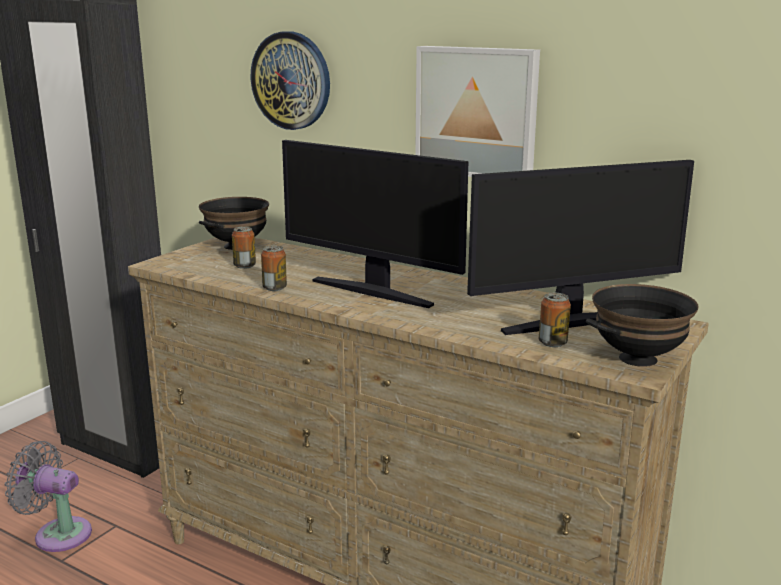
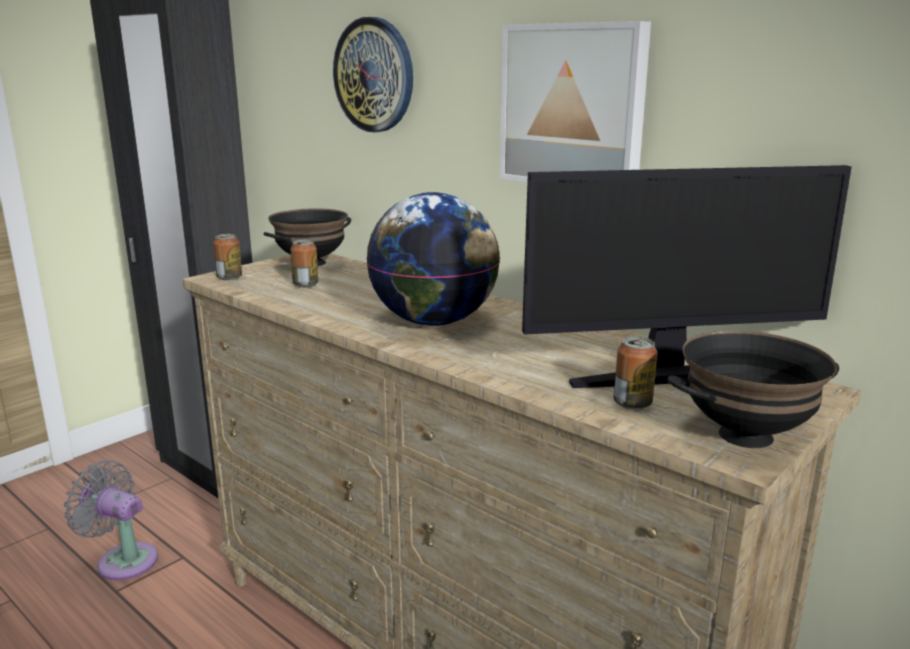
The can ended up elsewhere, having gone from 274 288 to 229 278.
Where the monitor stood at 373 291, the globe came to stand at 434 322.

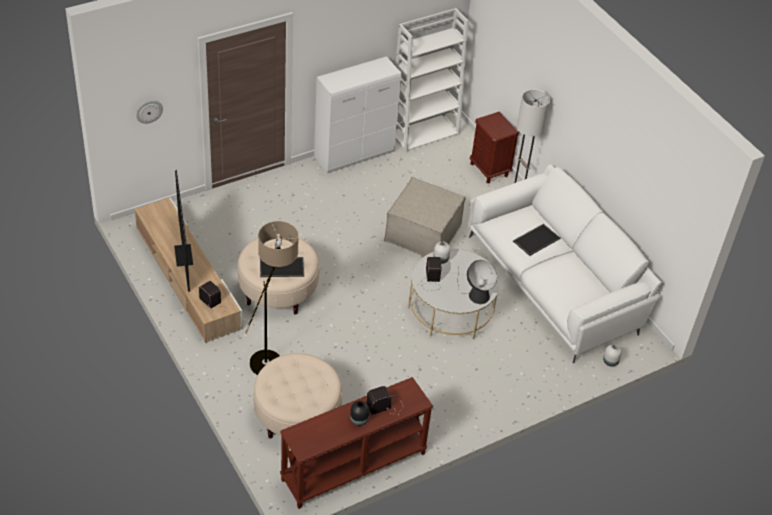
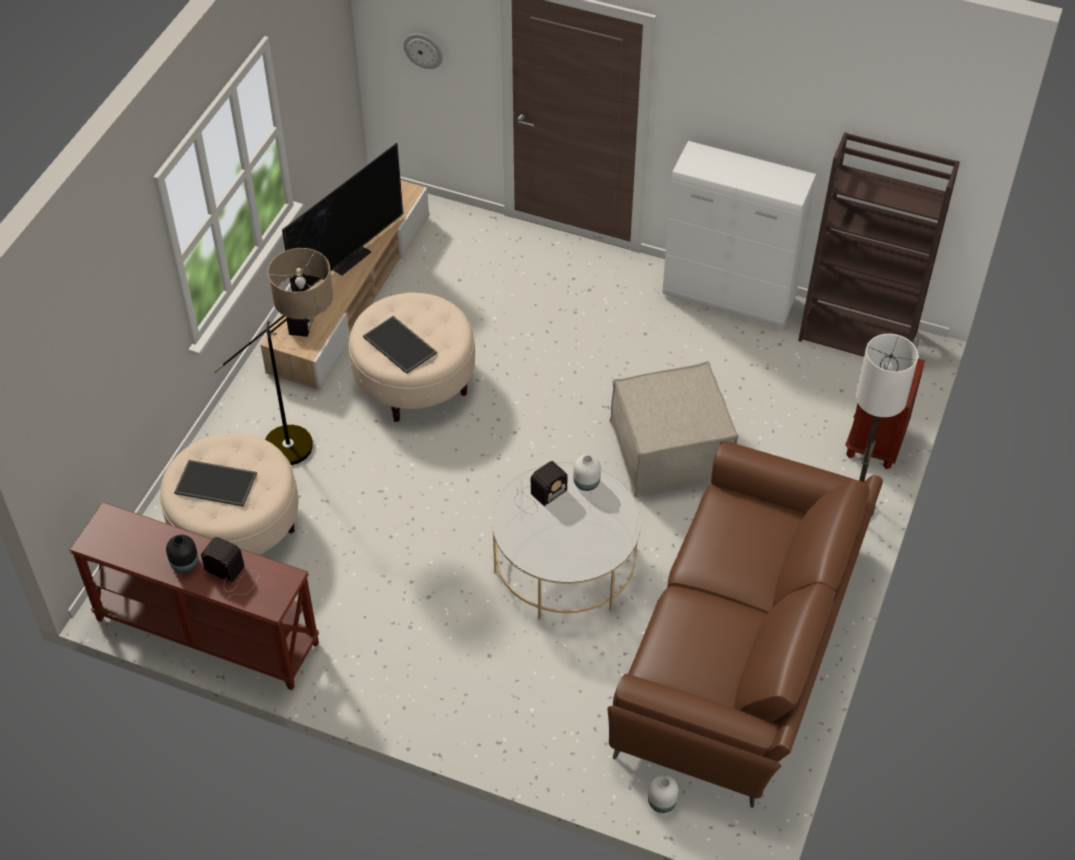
What was the white bookcase at 425 133 turned into the brown bookcase at 859 335.
The second view lost the table lamp at 476 294.
What was the white sofa at 555 284 turned into the brown sofa at 741 647.
The tray ended up elsewhere, having gone from 536 239 to 217 482.

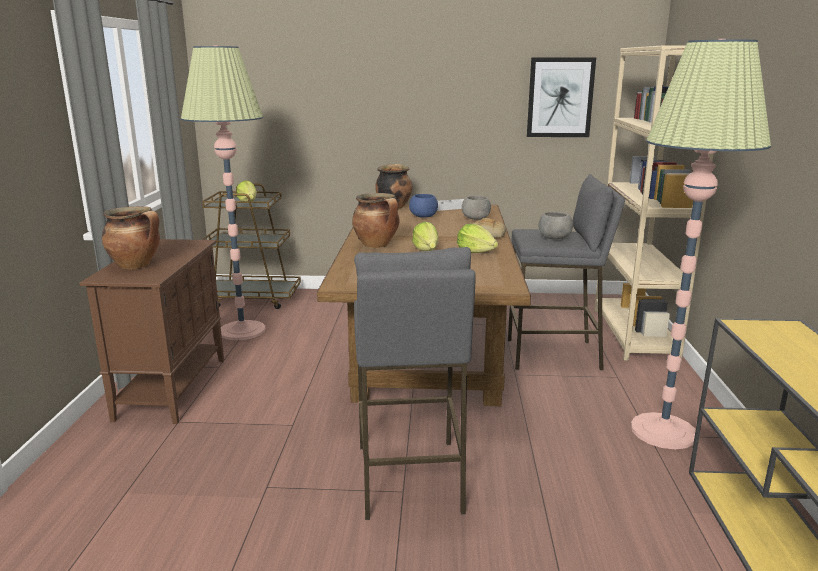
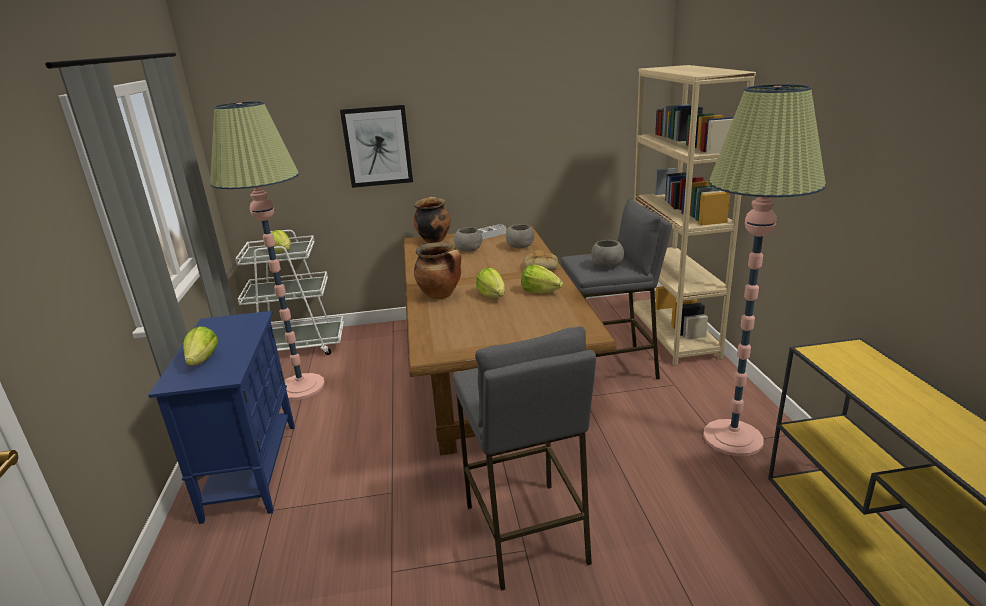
What was the brown cabinet at 172 387 turned into the blue cabinet at 252 469.
Where the cooking pot stood at 137 265, the lettuce came to stand at 203 360.
What was the brown cart at 252 299 turned into the white cart at 298 346.
What was the blue bowl at 423 216 turned into the grey bowl at 468 250.
The picture ended up elsewhere, having gone from 560 97 to 377 146.

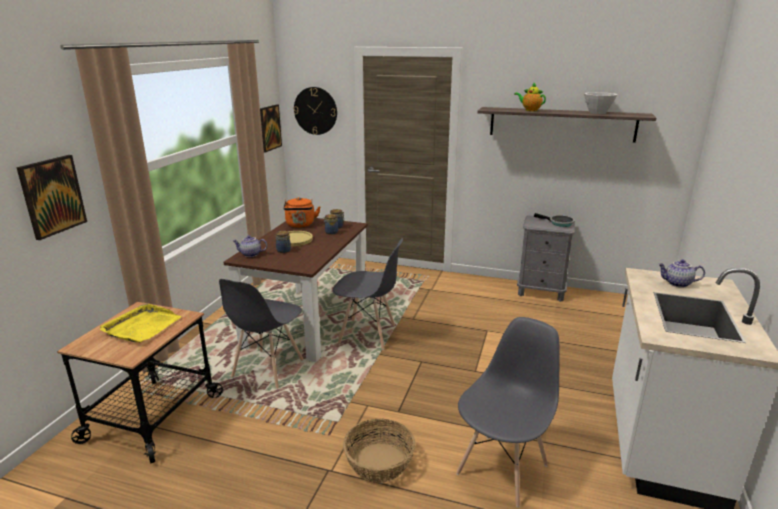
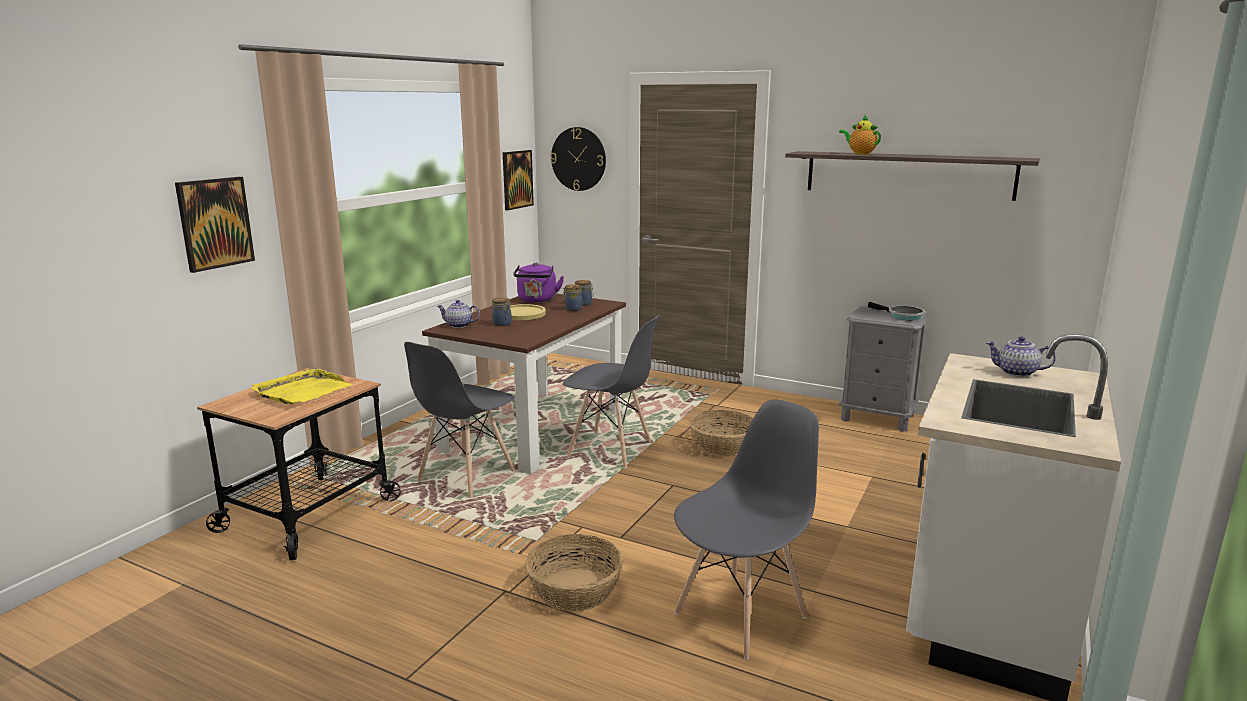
What was the orange kettle at 300 225 turned into the purple kettle at 537 300.
The second view lost the white bowl at 598 113.
The second view gained the basket at 722 445.

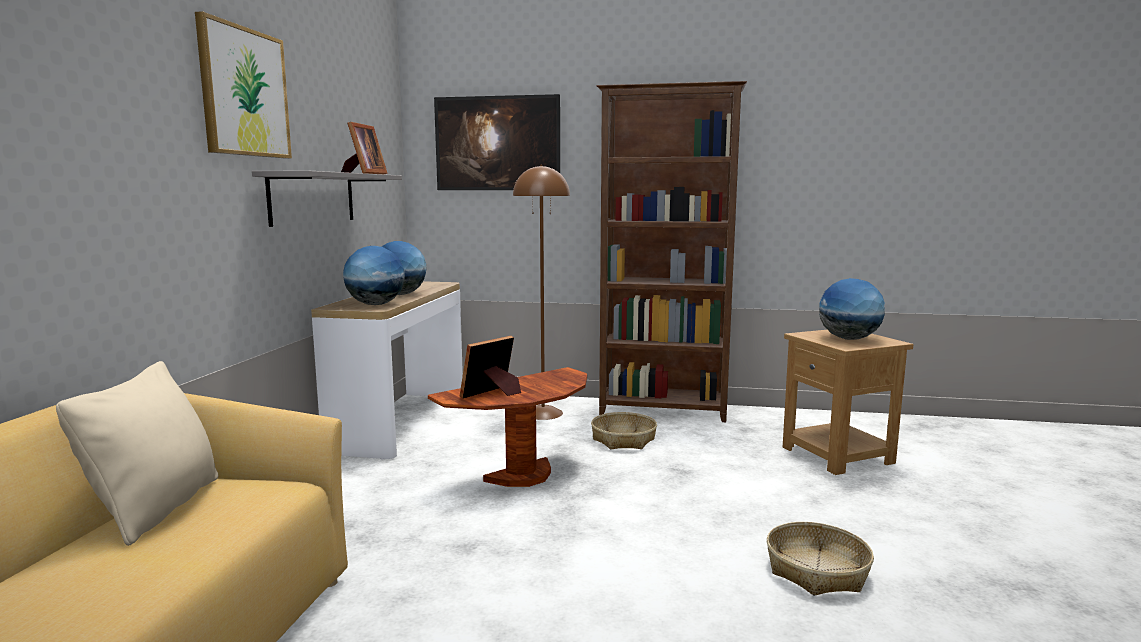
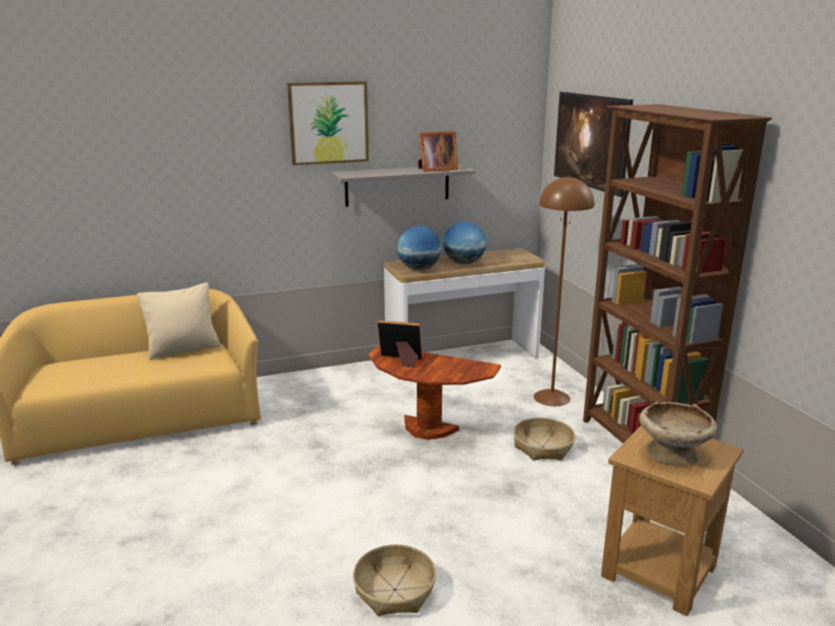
Where the globe stood at 849 339, the beige bowl came to stand at 672 454.

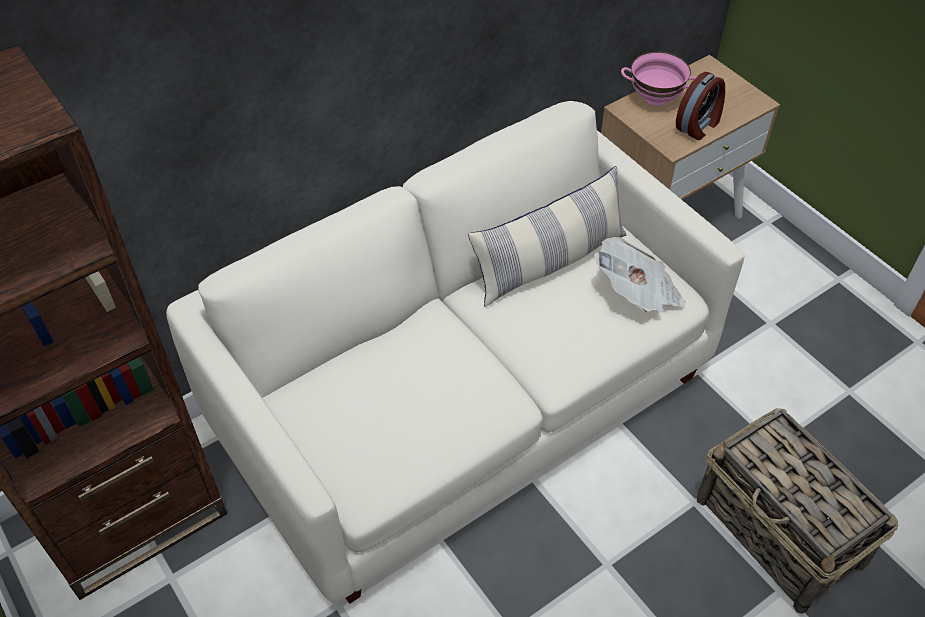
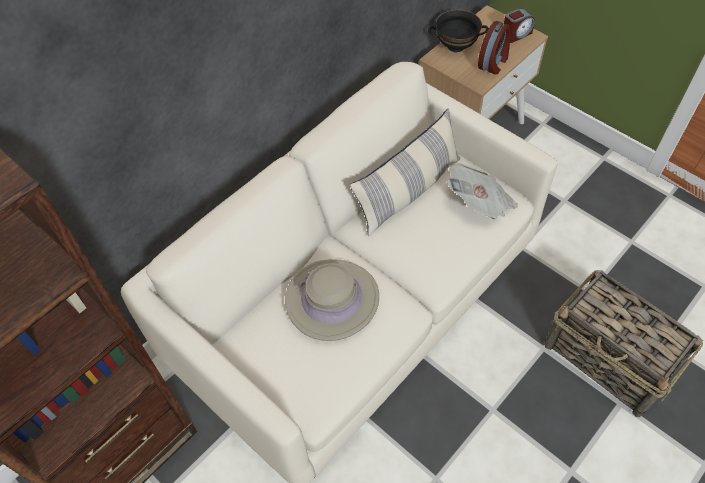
What was the pink bowl at 655 99 turned into the black bowl at 455 47.
The second view gained the beige hat at 332 299.
The second view gained the alarm clock at 516 34.

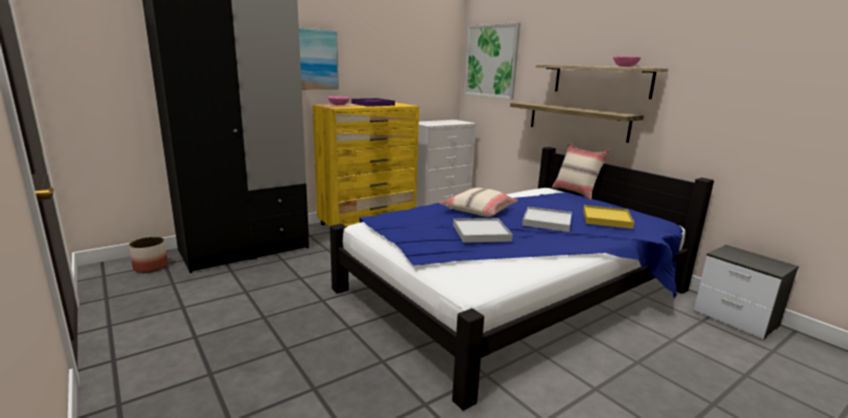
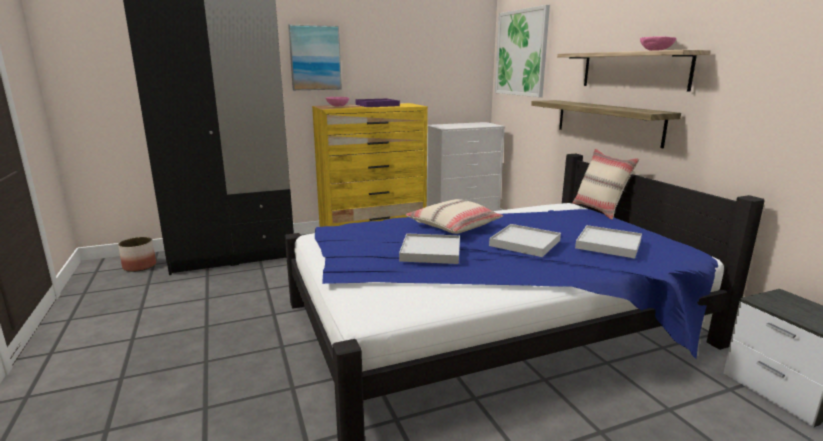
What was the yellow tray at 606 219 turned into the white tray at 608 244.

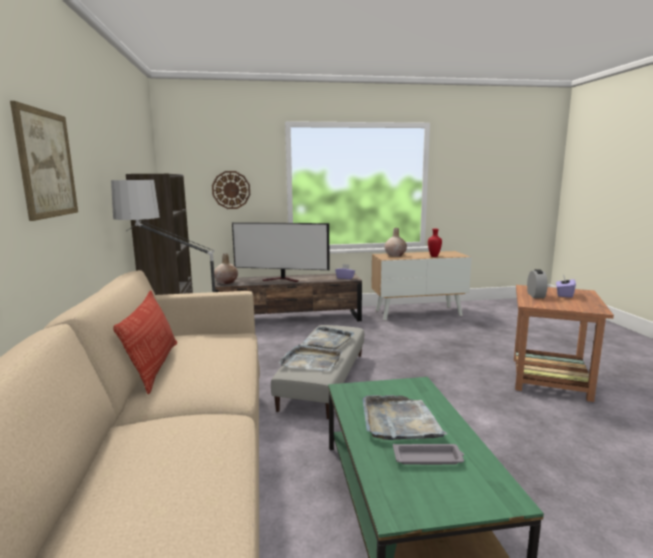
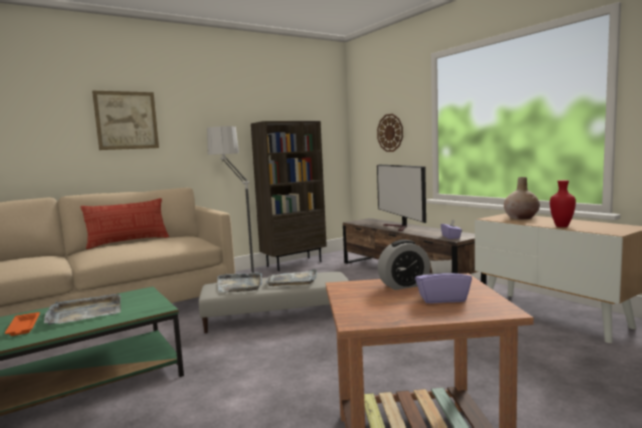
The second view lost the beige vase at 226 282.
What was the grey tray at 428 458 turned into the orange tray at 23 327.

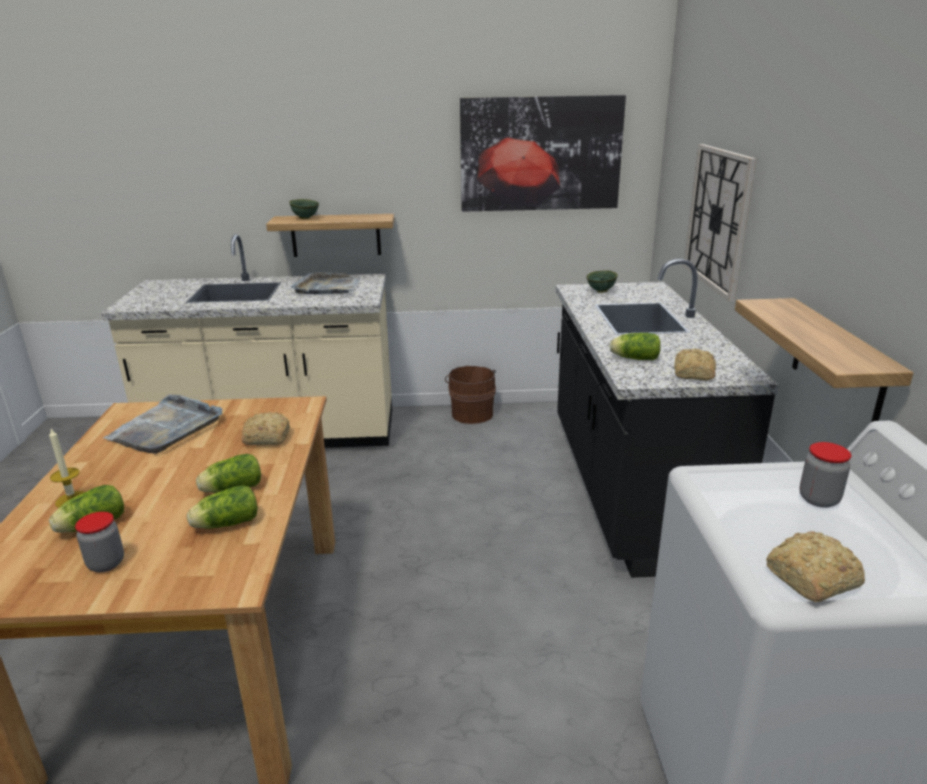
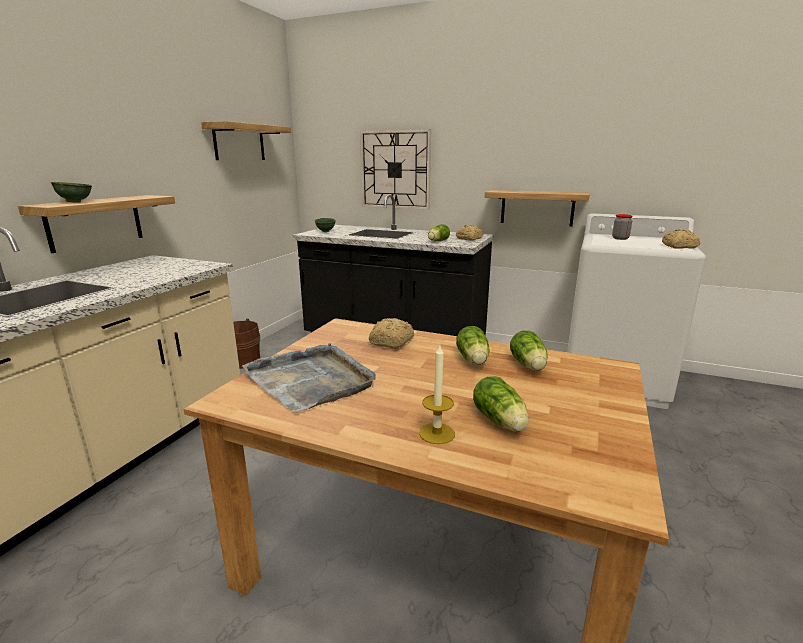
The second view lost the jar at 106 563.
The second view lost the grey tray at 328 287.
Where the picture hung at 540 154, the shelf came to hang at 239 142.

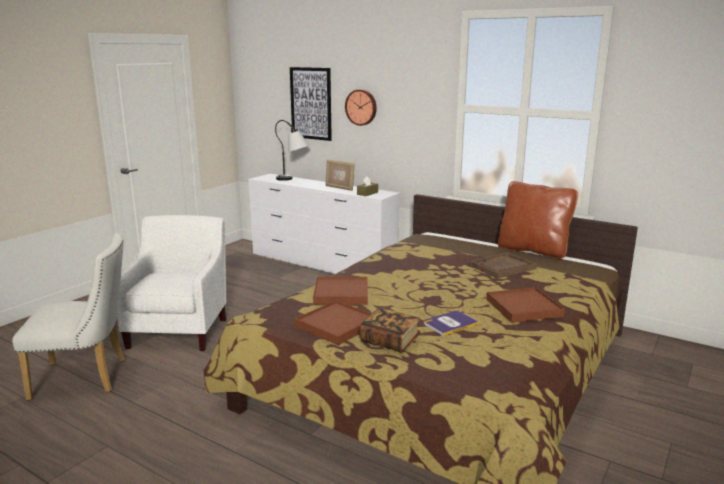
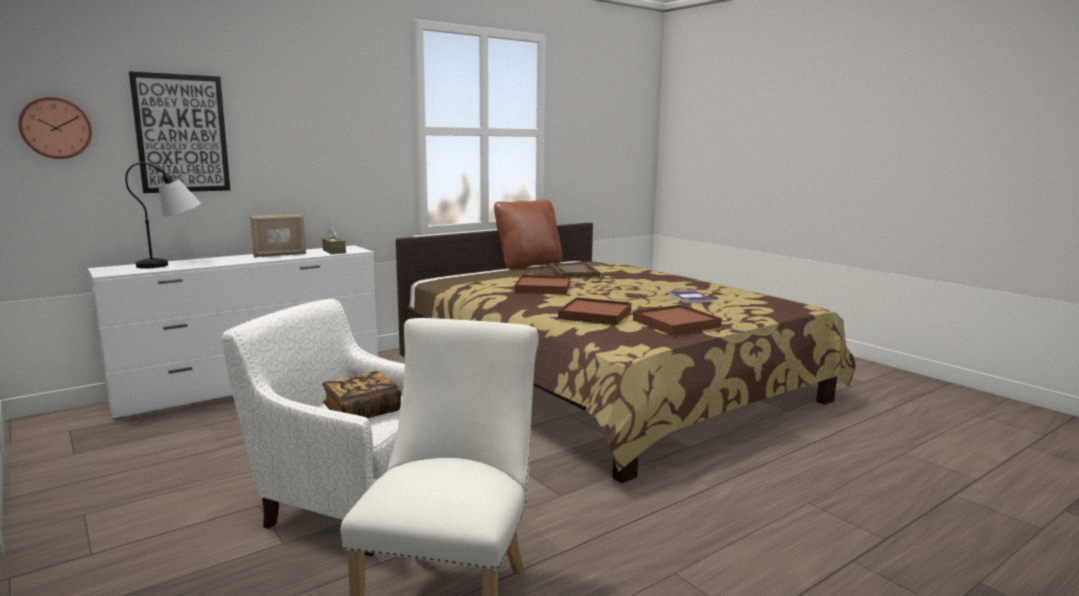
The wall clock ended up elsewhere, having gone from 361 107 to 55 128.
The book ended up elsewhere, having gone from 390 341 to 362 412.
The brown tray ended up elsewhere, having gone from 524 308 to 543 288.

